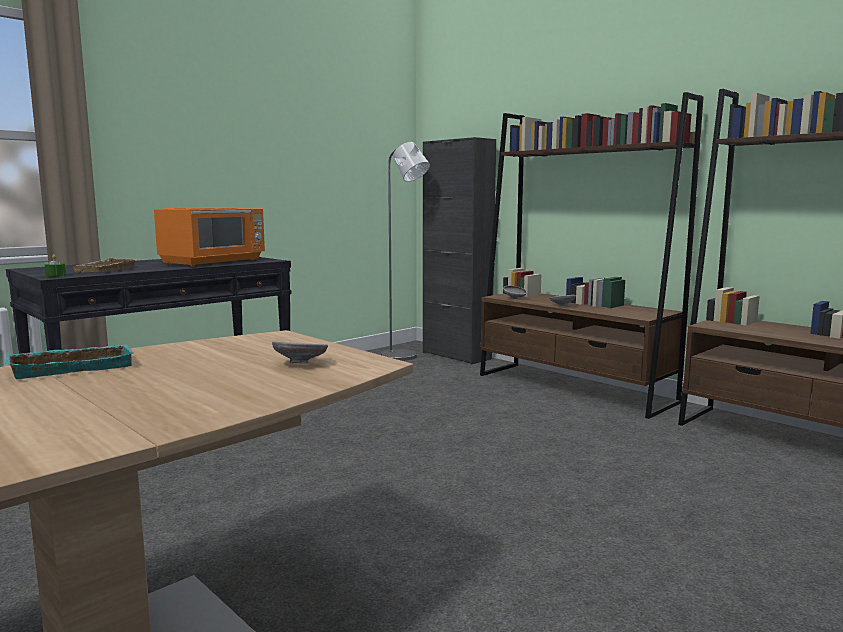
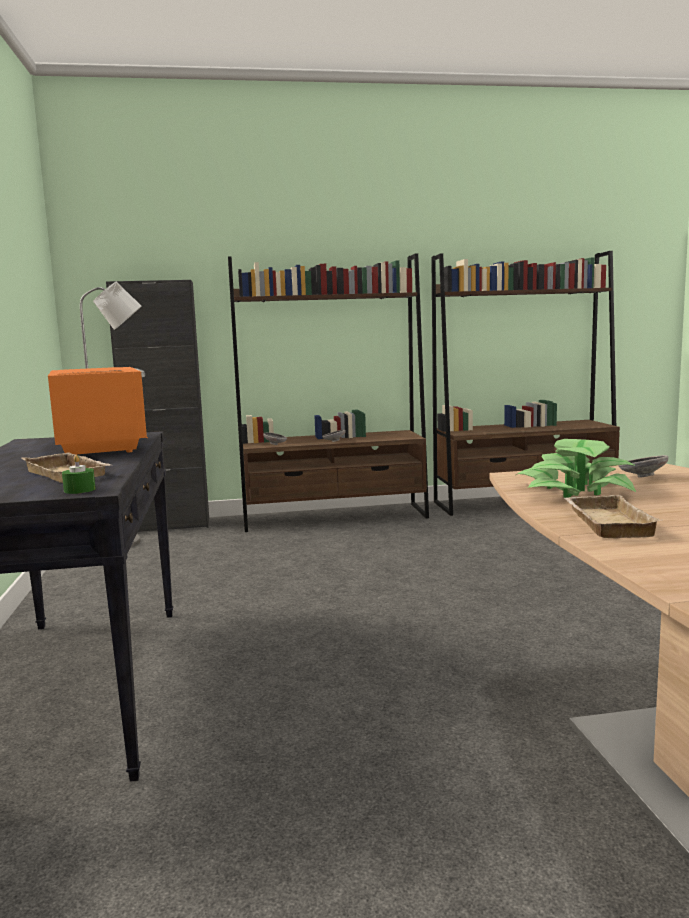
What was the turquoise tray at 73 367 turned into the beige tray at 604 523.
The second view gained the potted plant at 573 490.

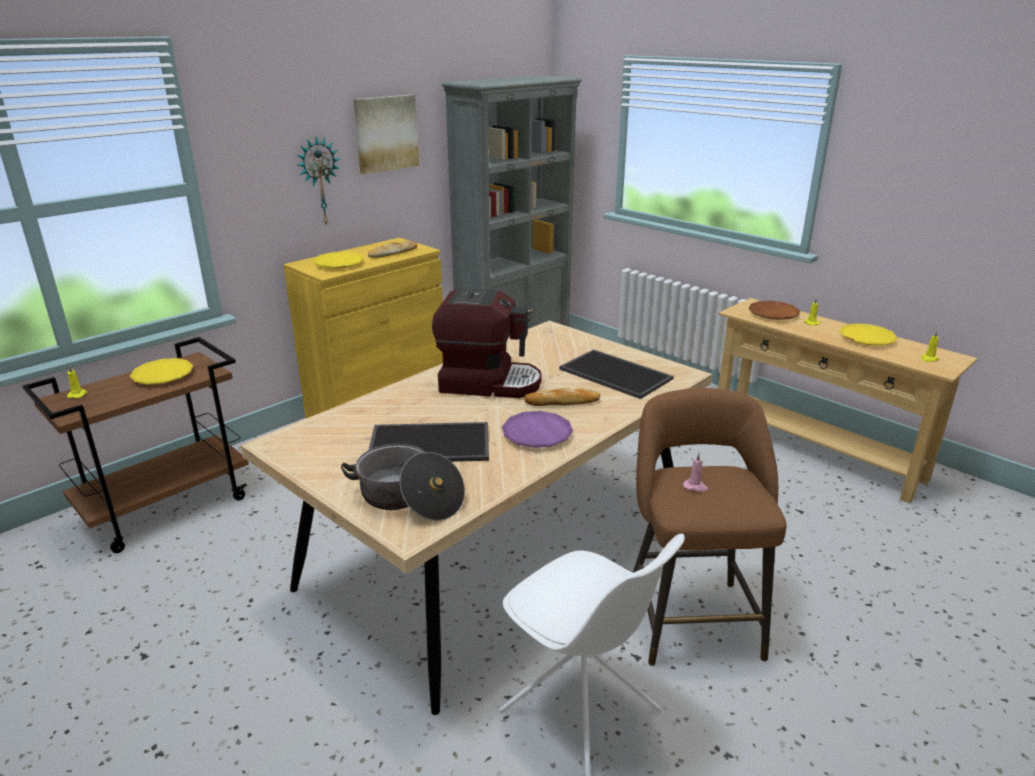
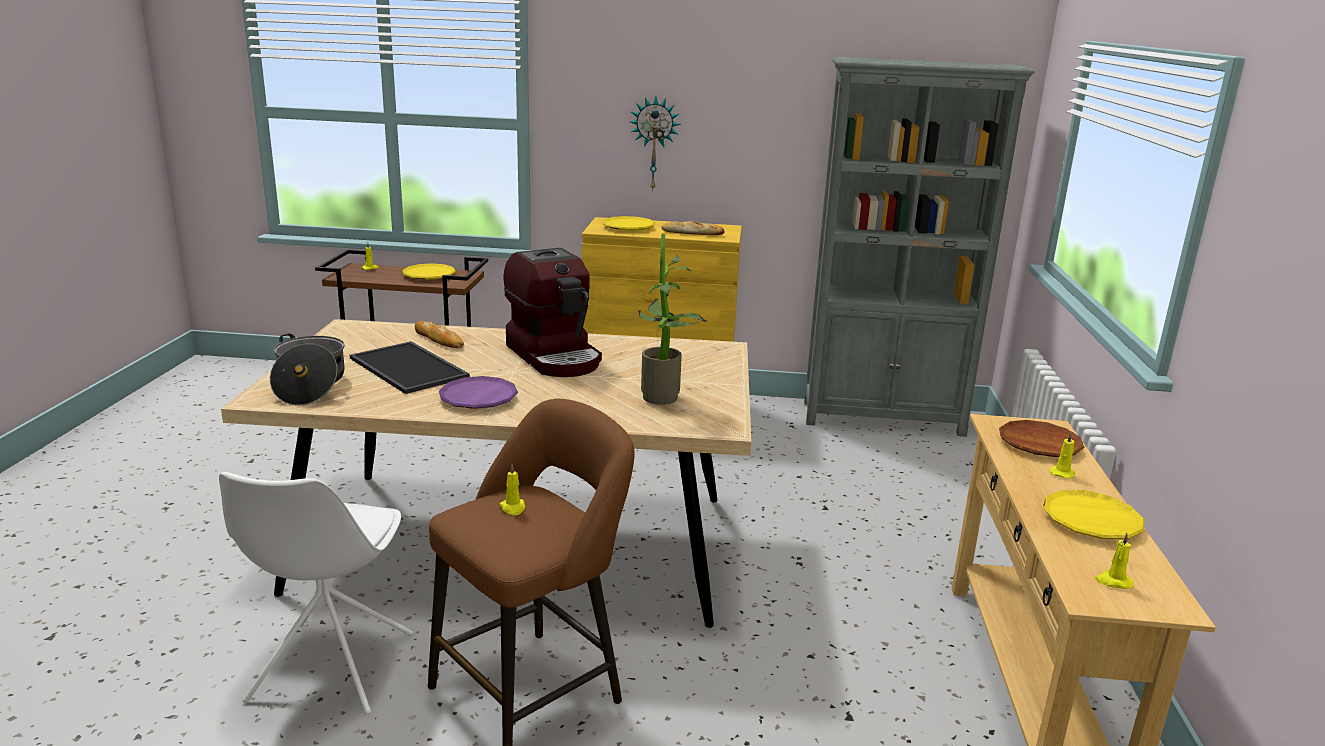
The second view lost the picture at 385 133.
The bread ended up elsewhere, having gone from 562 402 to 439 339.
Where the tray stood at 617 374, the potted plant came to stand at 666 398.
What was the pink candle at 695 487 turned into the yellow candle at 513 508.

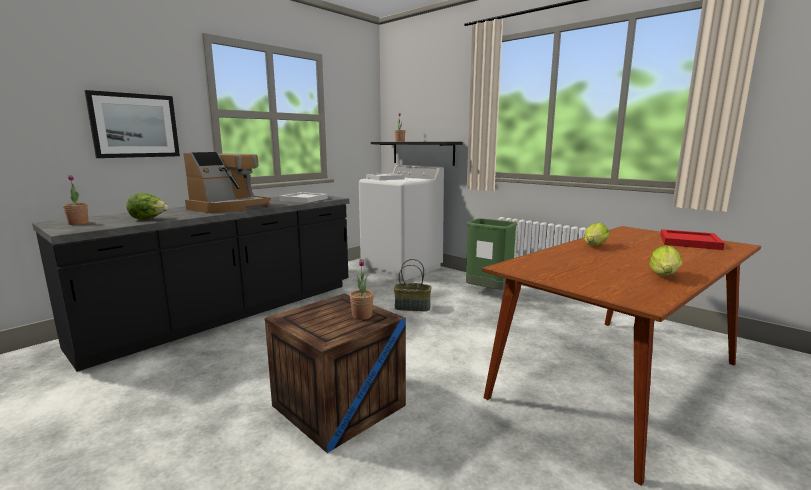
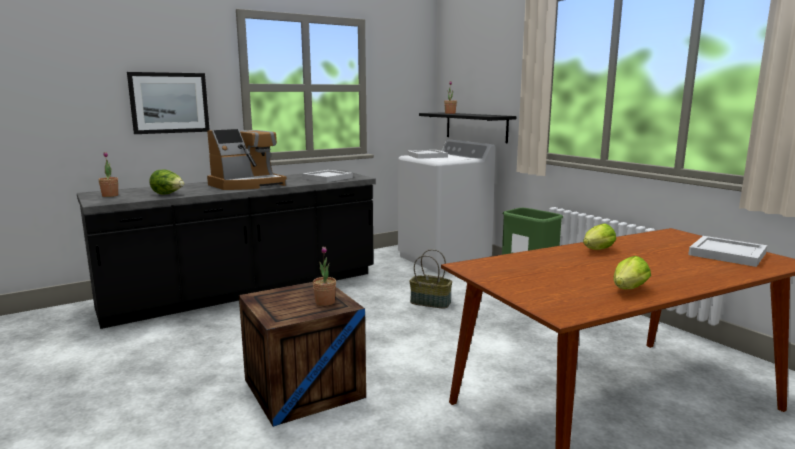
What was the red tray at 690 242 turned into the white tray at 728 254.

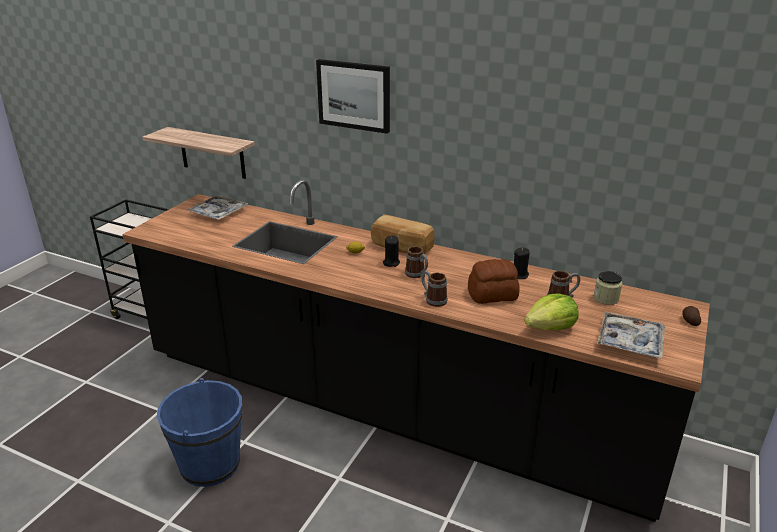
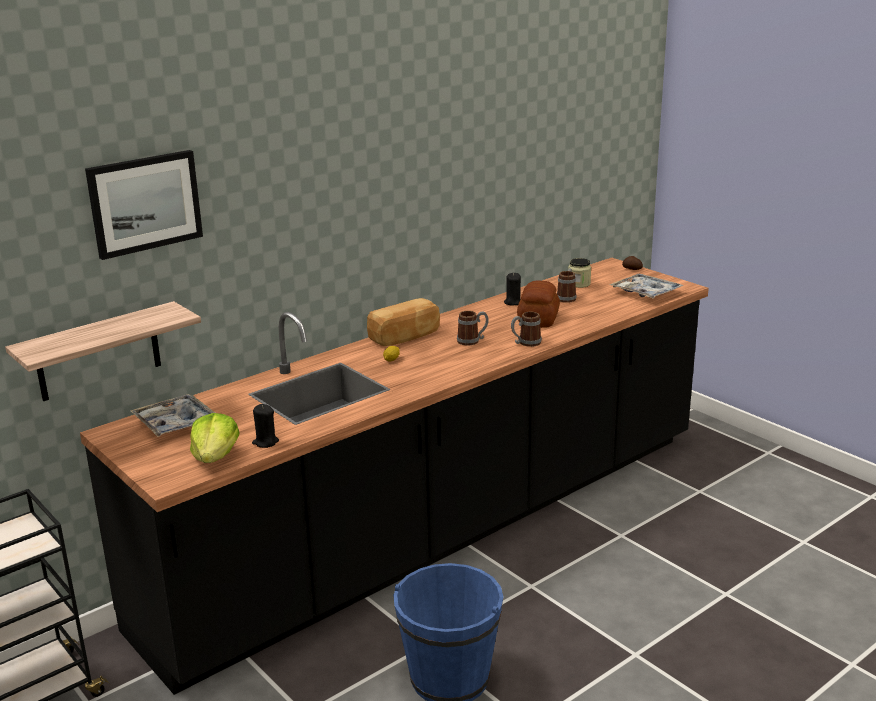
The picture ended up elsewhere, having gone from 354 95 to 145 203.
The black candle ended up elsewhere, having gone from 391 263 to 265 442.
The lettuce ended up elsewhere, having gone from 551 327 to 215 457.

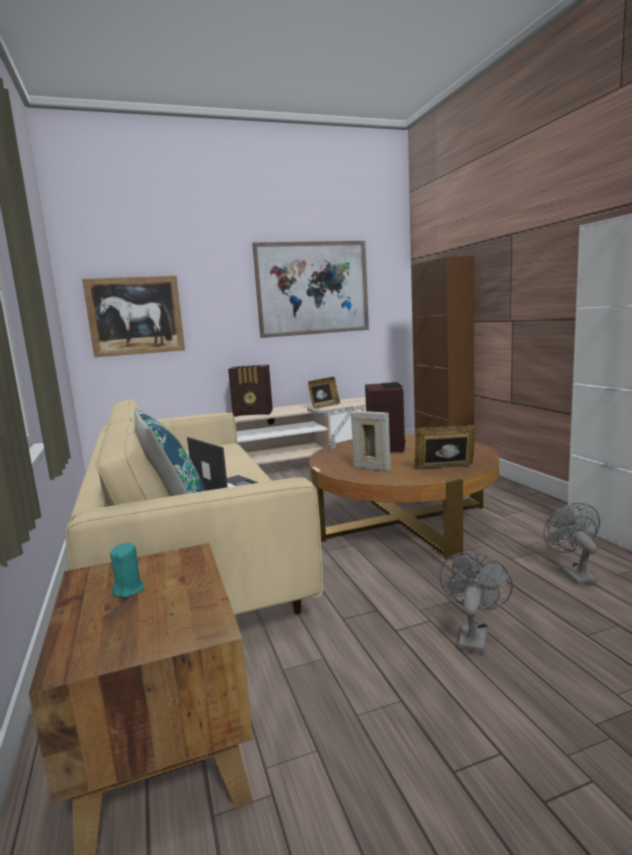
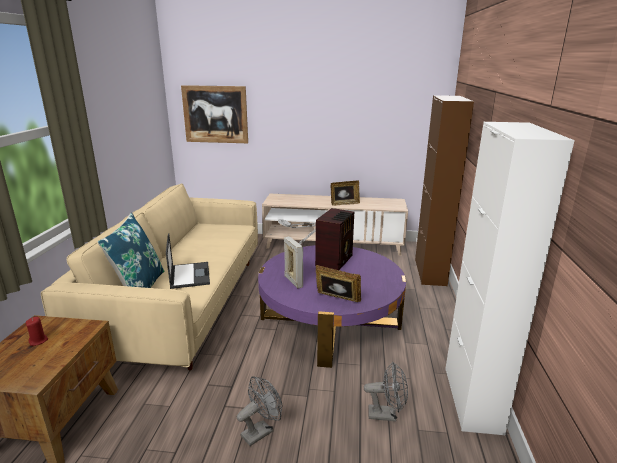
What was the turquoise candle at 129 590 turned into the red candle at 38 341.
The second view lost the radio at 254 413.
The second view lost the picture at 313 288.
What was the brown coffee table at 403 521 turned into the purple coffee table at 330 321.
The grey fan at 573 573 ended up facing another way, 75 degrees clockwise from before.

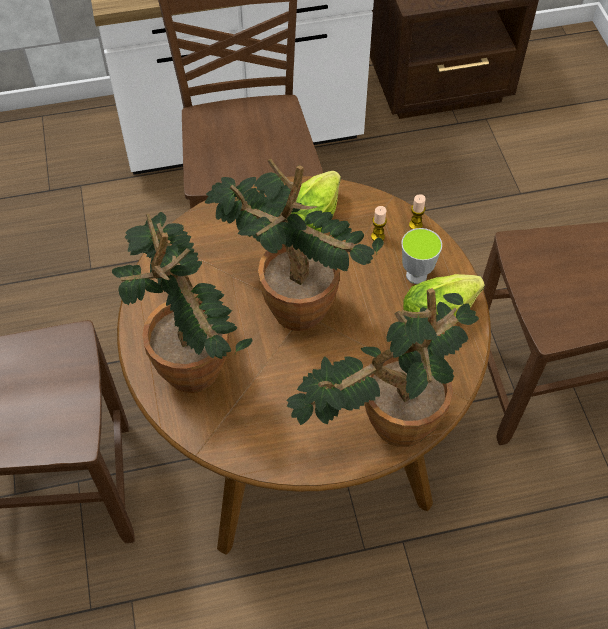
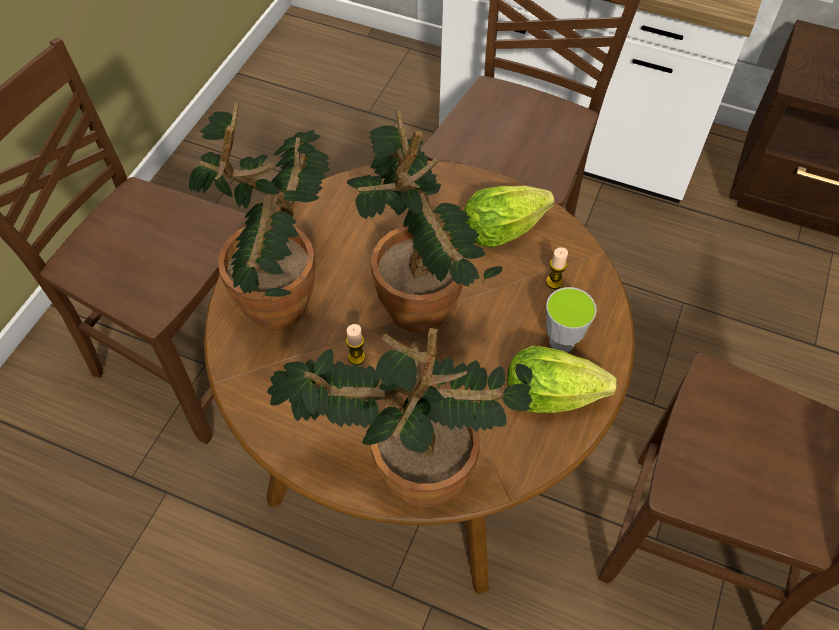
The candle ended up elsewhere, having gone from 415 225 to 356 357.

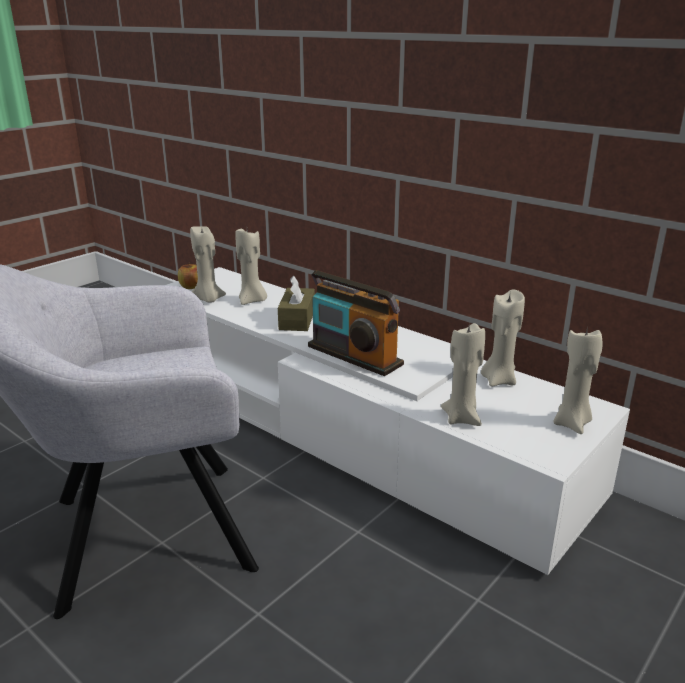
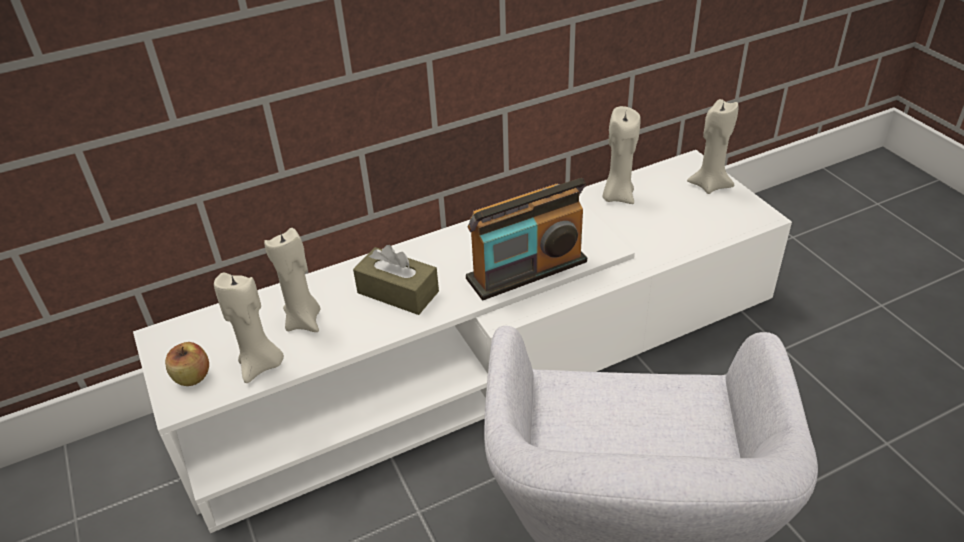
The second view lost the beige candle at 462 418.

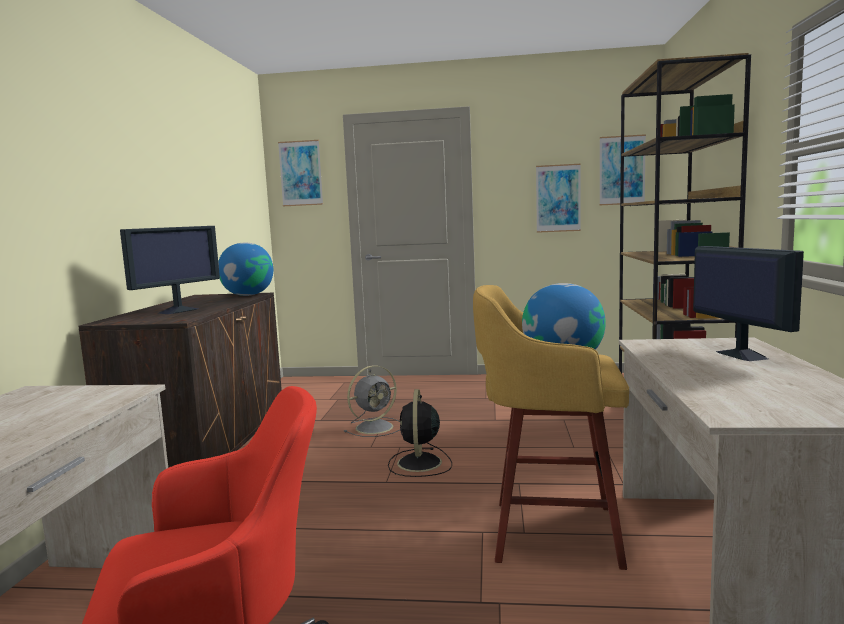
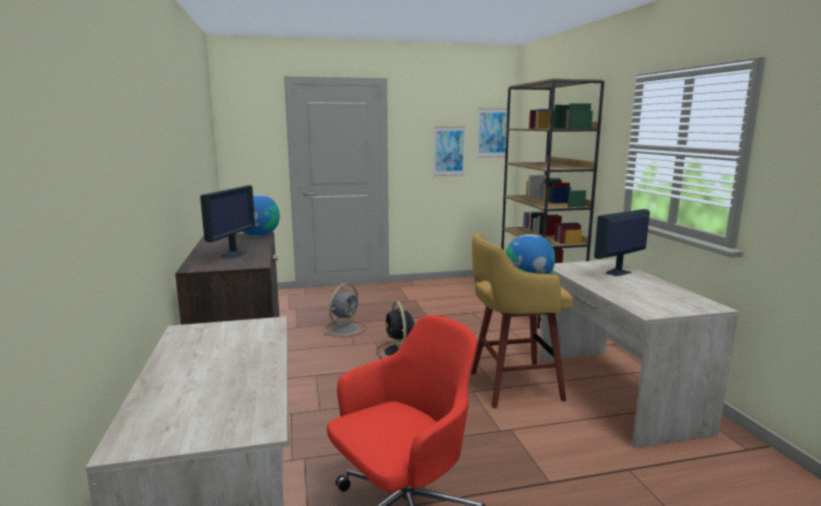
The second view lost the picture at 300 173.
The monitor at 740 354 ended up facing another way, 90 degrees counterclockwise from before.

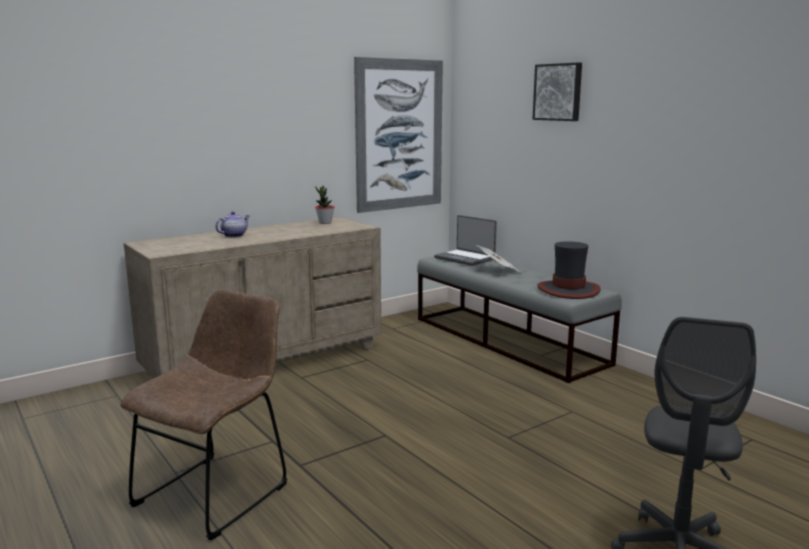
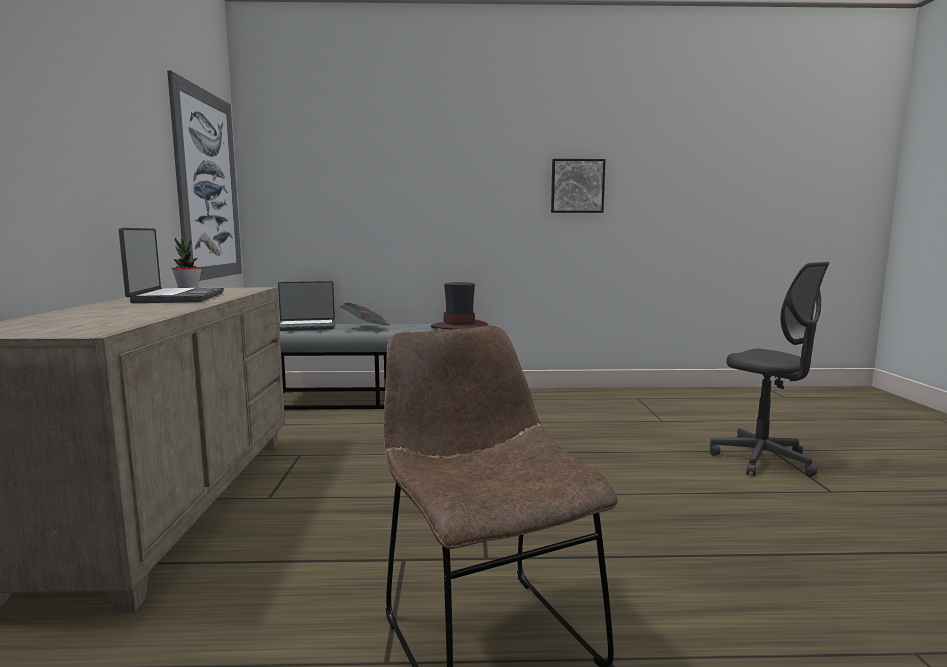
The second view lost the teapot at 234 235.
The picture ended up elsewhere, having gone from 558 92 to 577 186.
The second view gained the laptop at 176 298.

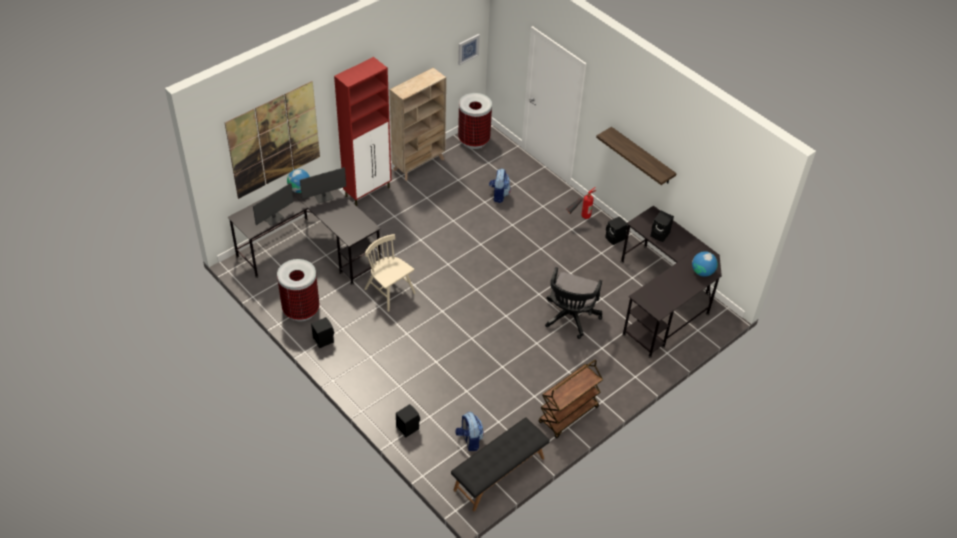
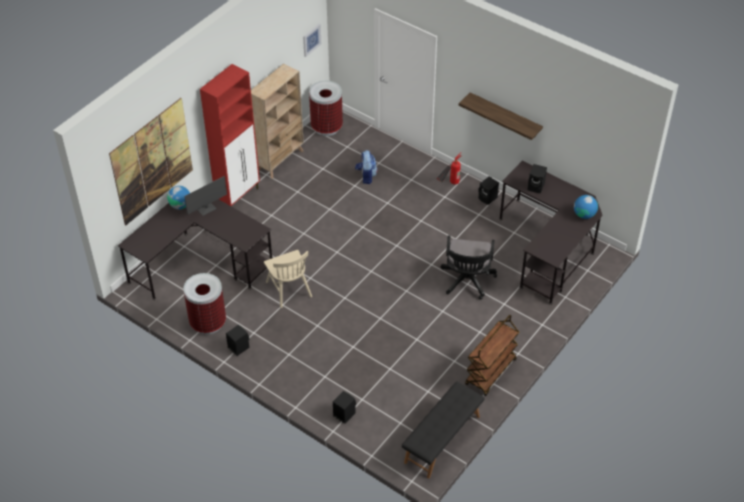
The second view lost the monitor at 274 218.
The beige chair at 390 291 ended up facing another way, 150 degrees counterclockwise from before.
The second view lost the backpack at 469 440.

